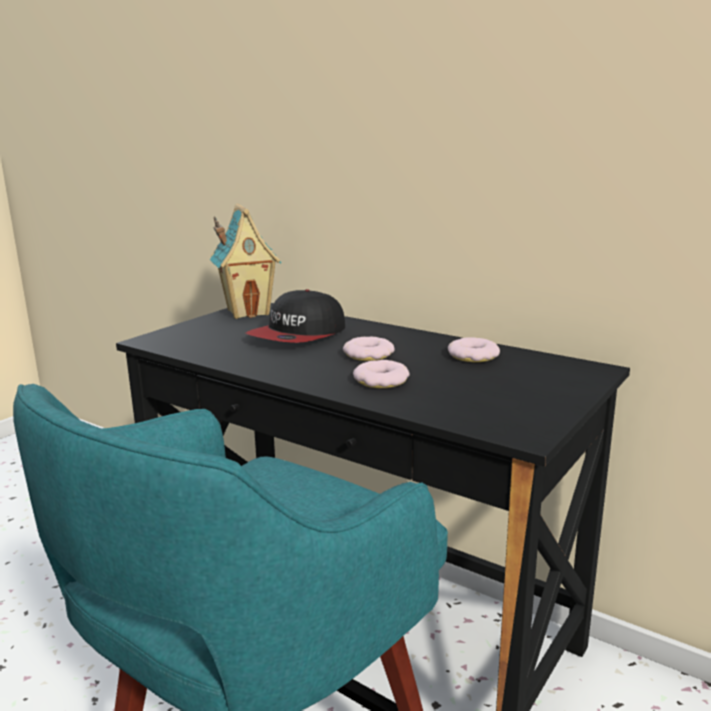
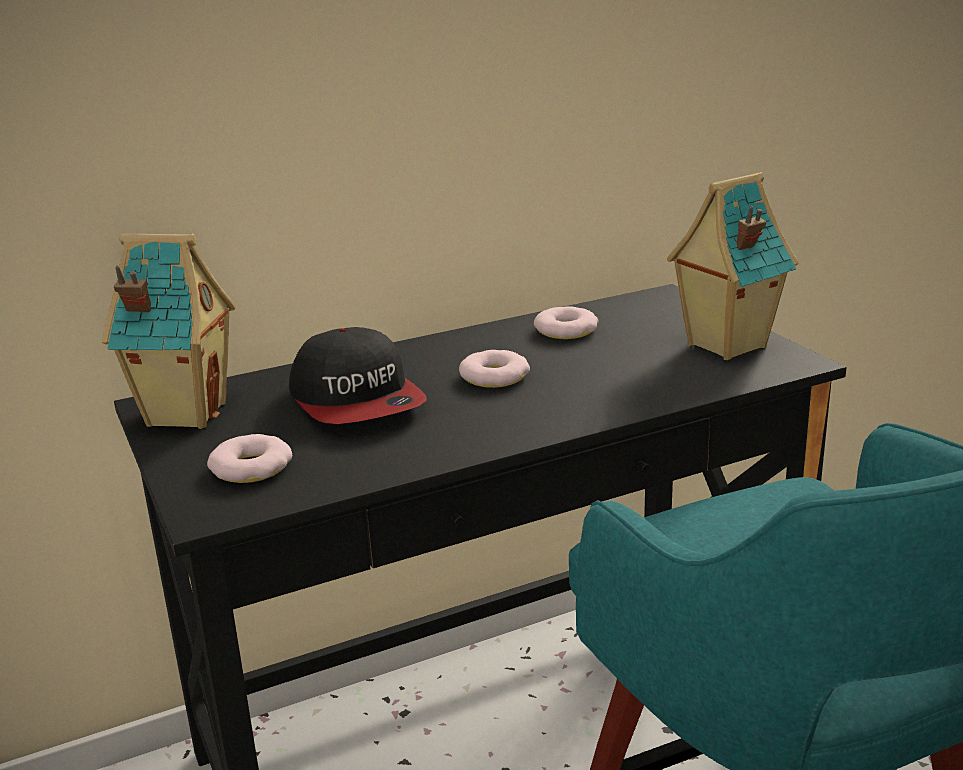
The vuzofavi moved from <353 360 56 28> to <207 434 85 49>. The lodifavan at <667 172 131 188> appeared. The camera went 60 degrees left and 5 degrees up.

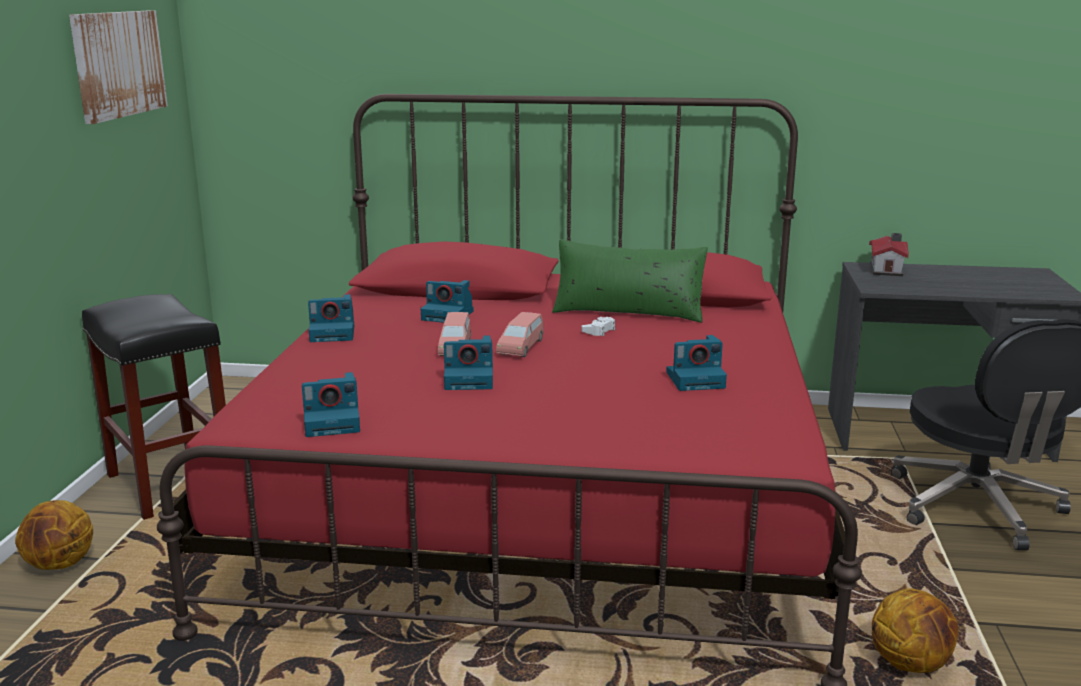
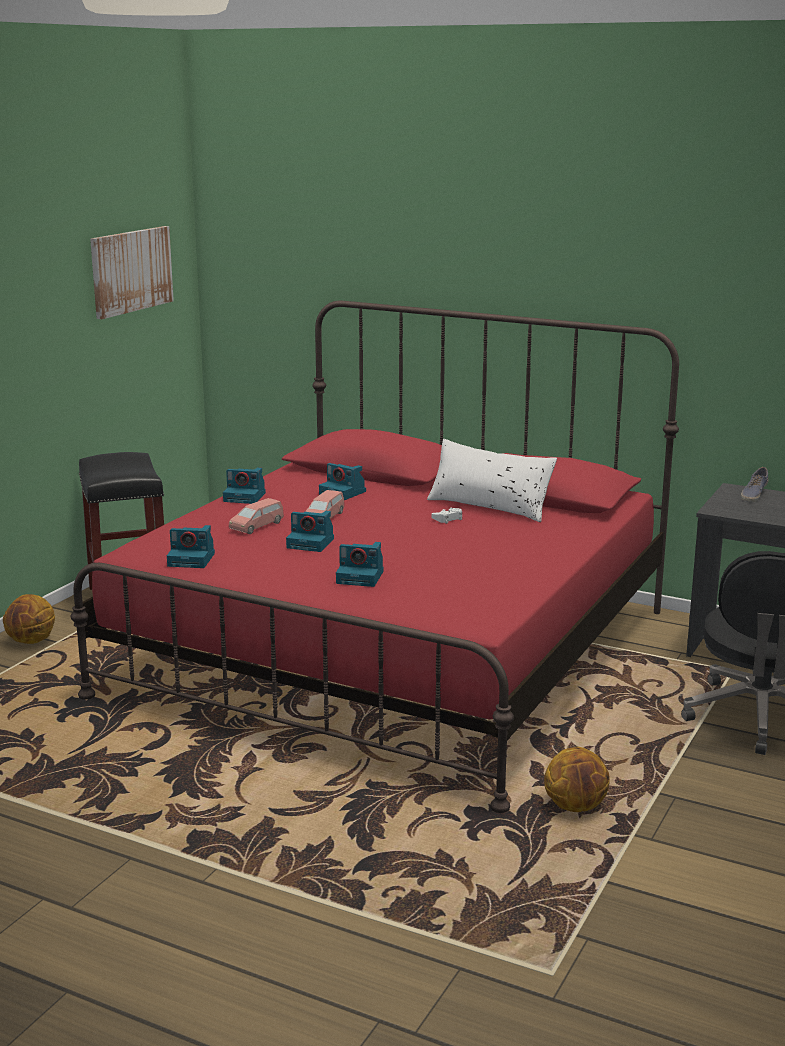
The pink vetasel moved from <496 312 48 45> to <229 498 55 36>. The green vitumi at <552 239 156 84> became the white vitumi at <427 439 130 83>. The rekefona moved from <666 335 61 56> to <336 542 48 45>. The lodifavan at <869 233 40 43> was replaced by the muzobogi at <741 467 28 35>. The camera went 20 degrees right and 0 degrees up.

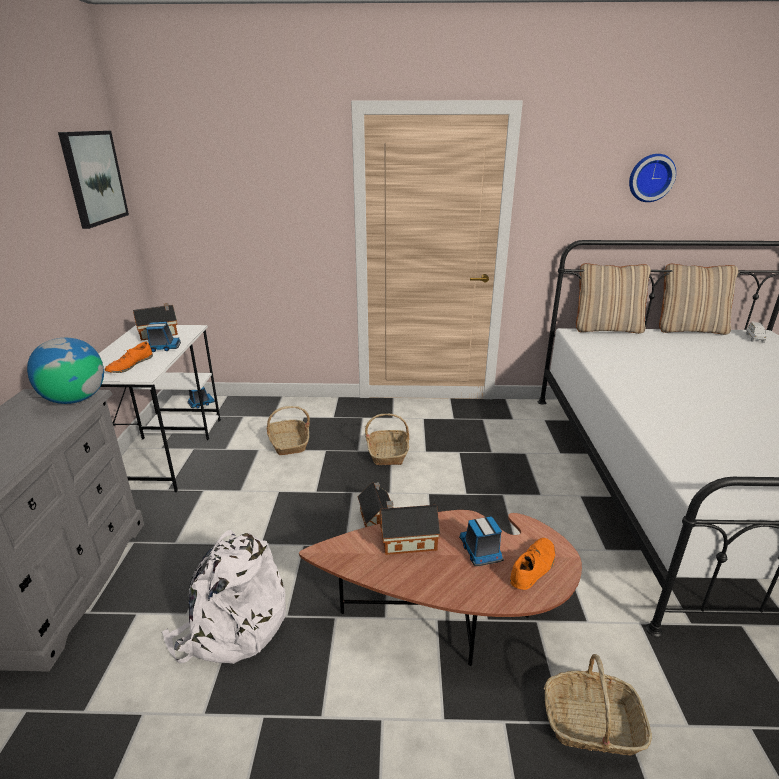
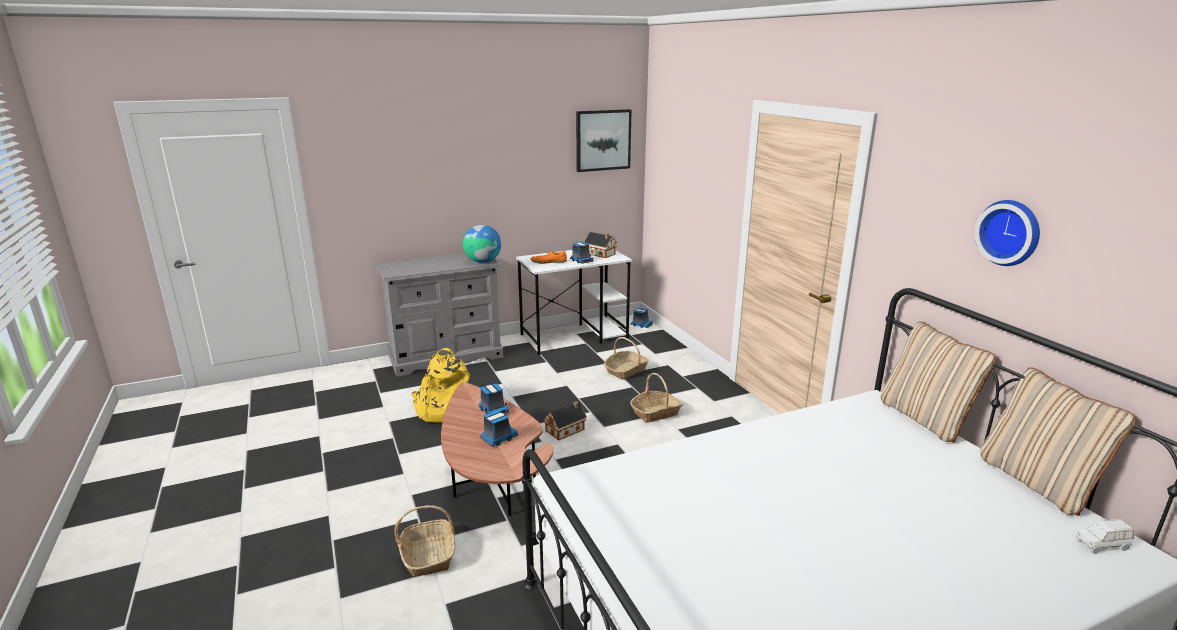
The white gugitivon at <162 530 124 134> became the yellow gugitivon at <411 348 59 75>. The lodifavan at <379 501 61 54> was replaced by the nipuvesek at <478 383 31 32>. The orange muzobogi at <510 538 45 52> disappeared. The camera went 65 degrees right and 5 degrees down.

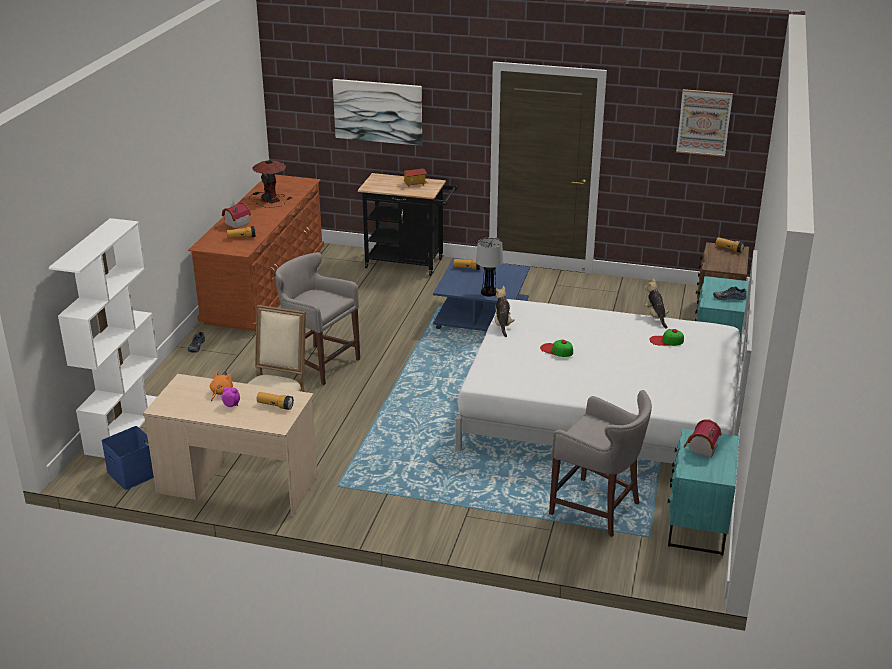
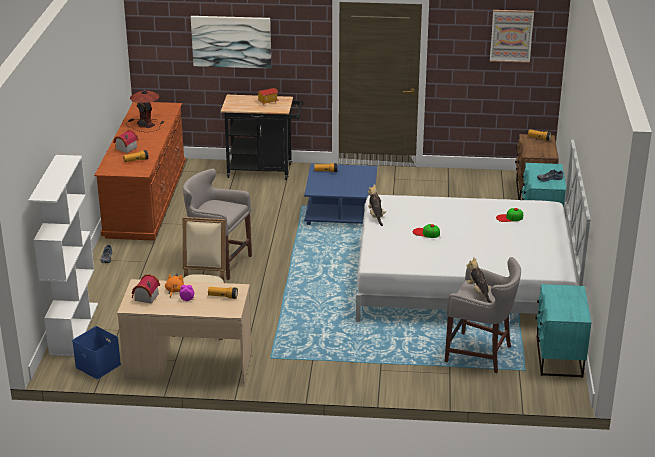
The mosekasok at <476 238 27 59> disappeared. The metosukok moved from <645 278 24 51> to <466 257 26 46>. The lodifavan moved from <684 419 38 39> to <132 274 28 30>. The camera went 10 degrees left and 0 degrees up.

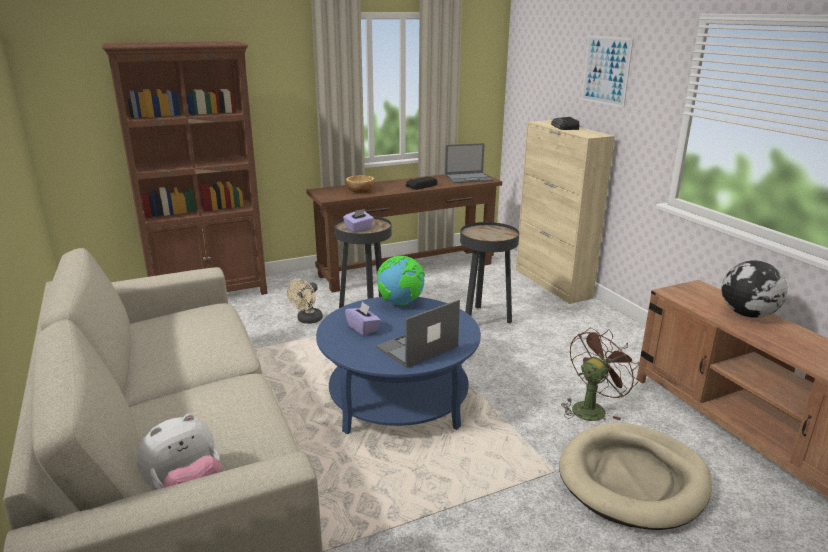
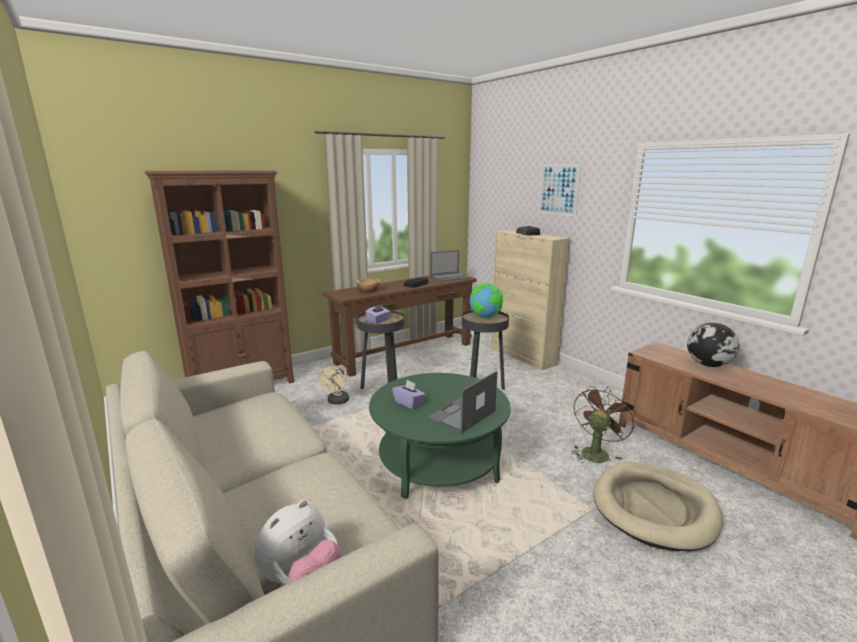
The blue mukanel at <316 297 165 137> became the green mukanel at <369 373 142 126>. The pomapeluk moved from <377 256 48 49> to <470 283 33 35>. The camera went 10 degrees left and 5 degrees down.

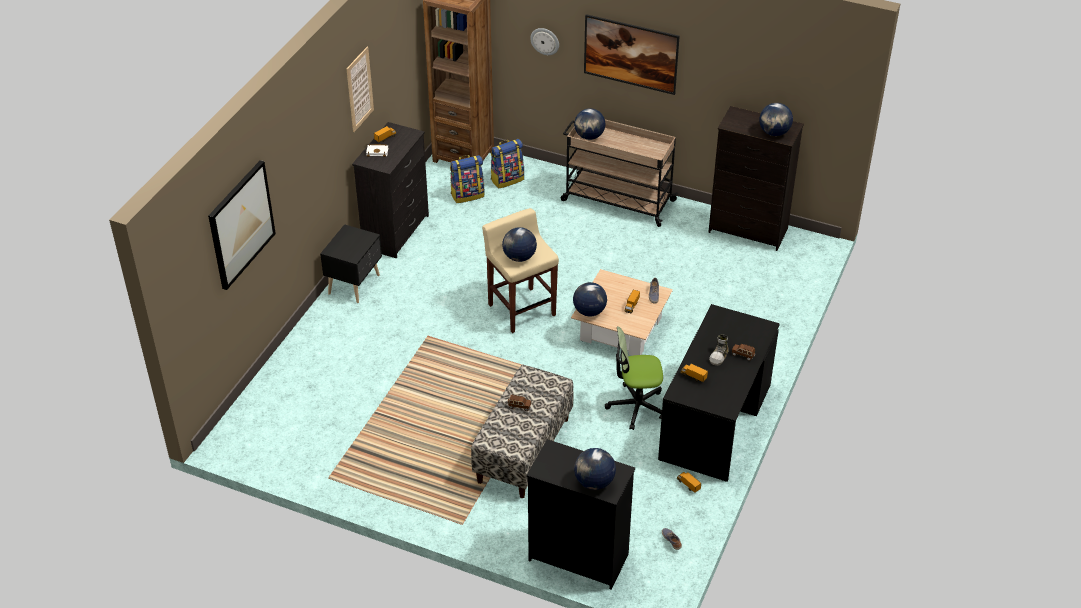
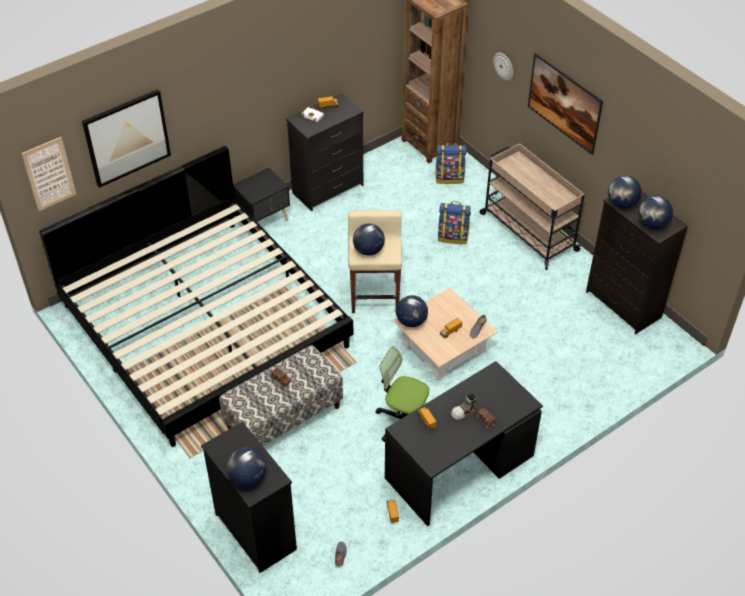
The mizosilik moved from <347 47 27 85> to <21 137 55 74>. The gugitivon moved from <450 155 34 48> to <438 201 33 43>. The pomapeluk moved from <574 108 31 32> to <608 175 34 34>. The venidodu at <39 146 314 301> appeared. The camera went 30 degrees right and 5 degrees up.

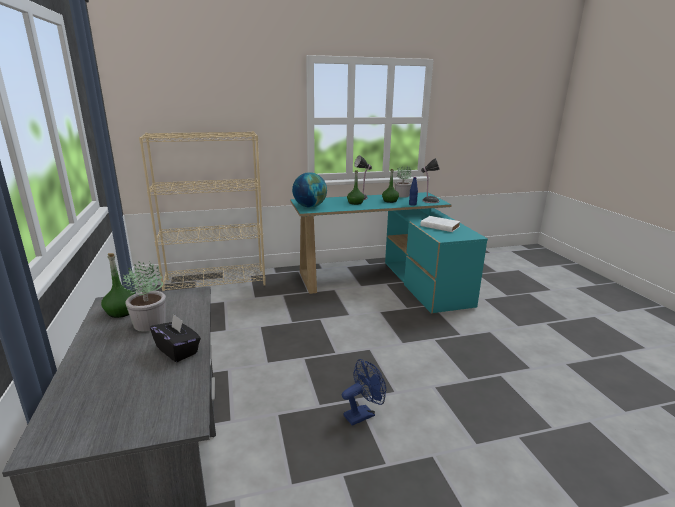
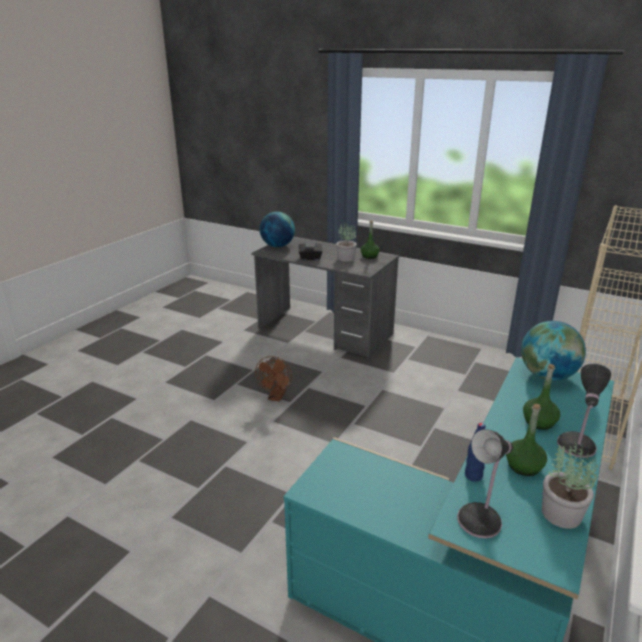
The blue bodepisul at <342 359 44 67> became the brown bodepisul at <255 356 37 46>. The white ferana at <420 216 41 16> disappeared. The pomapeluk at <260 212 35 35> appeared. The camera went 135 degrees right and 5 degrees up.

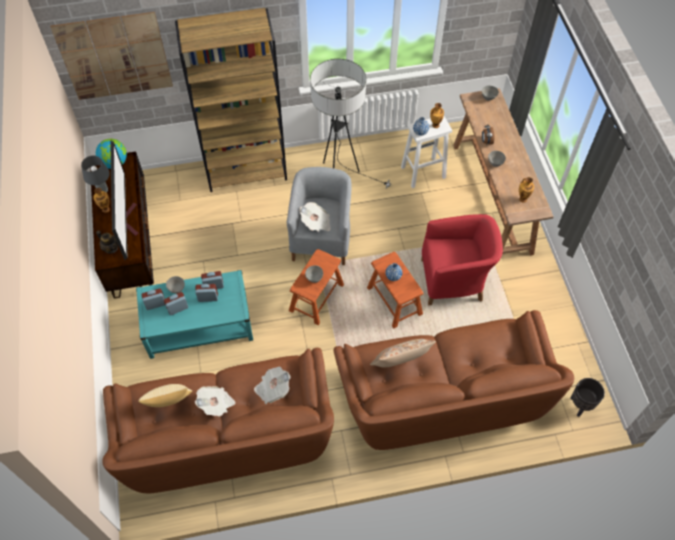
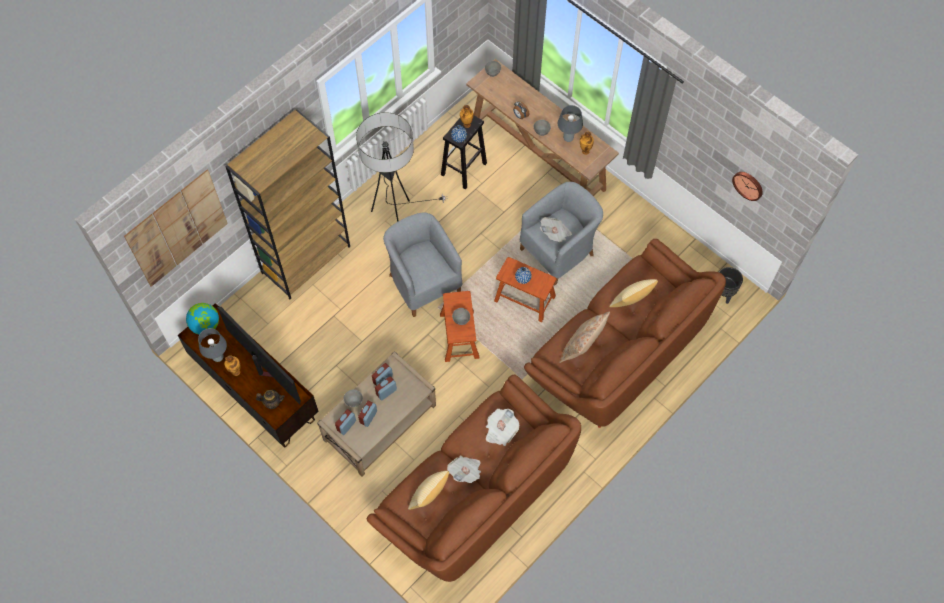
The turquoise mukanel at <136 270 117 89> became the beige mukanel at <317 351 119 126>. The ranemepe moved from <299 202 31 30> to <540 217 32 26>. The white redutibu at <401 117 51 71> became the black redutibu at <441 116 46 74>. The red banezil at <421 214 82 91> became the grey banezil at <520 182 83 103>. The grey mosekasok at <558 105 25 37> appeared. The vitumi at <609 279 49 28> appeared. The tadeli at <732 172 31 29> appeared. The camera went 35 degrees left and 5 degrees up.

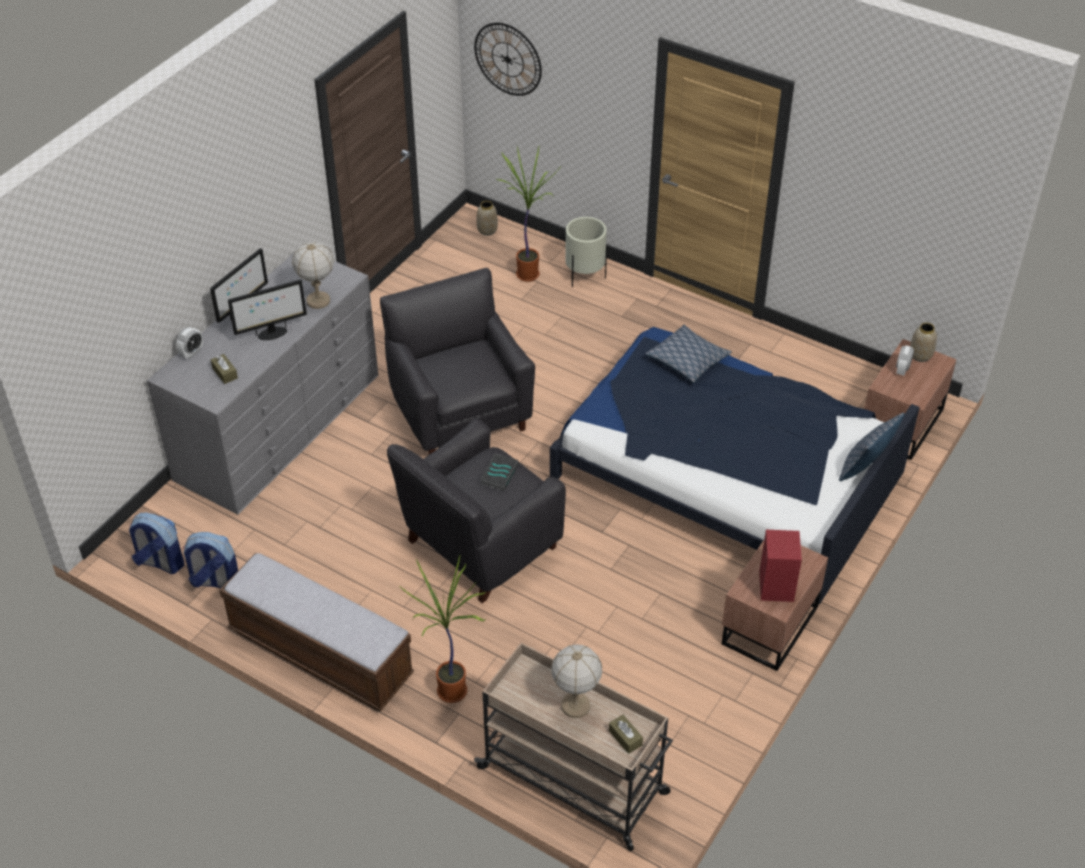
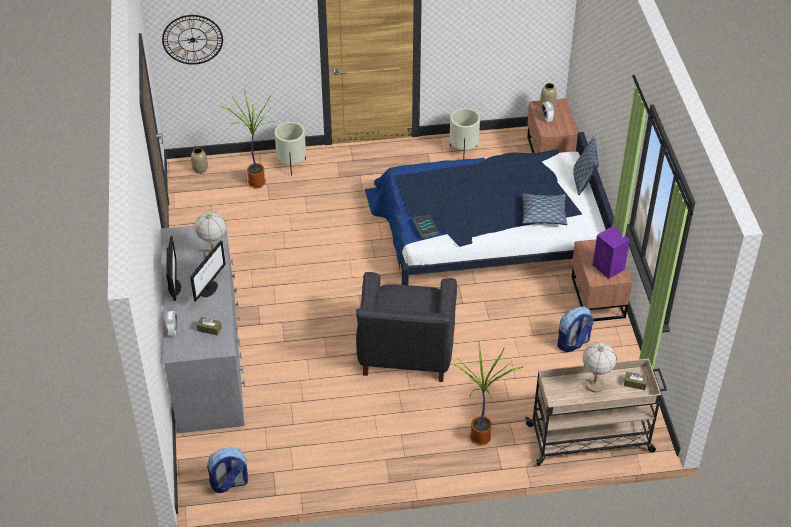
The gugitivon moved from <183 532 55 56> to <557 306 36 46>. The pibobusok at <219 553 195 158> disappeared. The black banezil at <380 268 155 187> disappeared. The ferana moved from <480 453 39 38> to <413 214 25 24>. The vitumi moved from <646 325 86 58> to <522 193 46 32>. The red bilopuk at <759 530 43 72> became the purple bilopuk at <593 226 37 53>. The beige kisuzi at <450 108 30 51> appeared. The camera went 40 degrees left and 0 degrees up.

